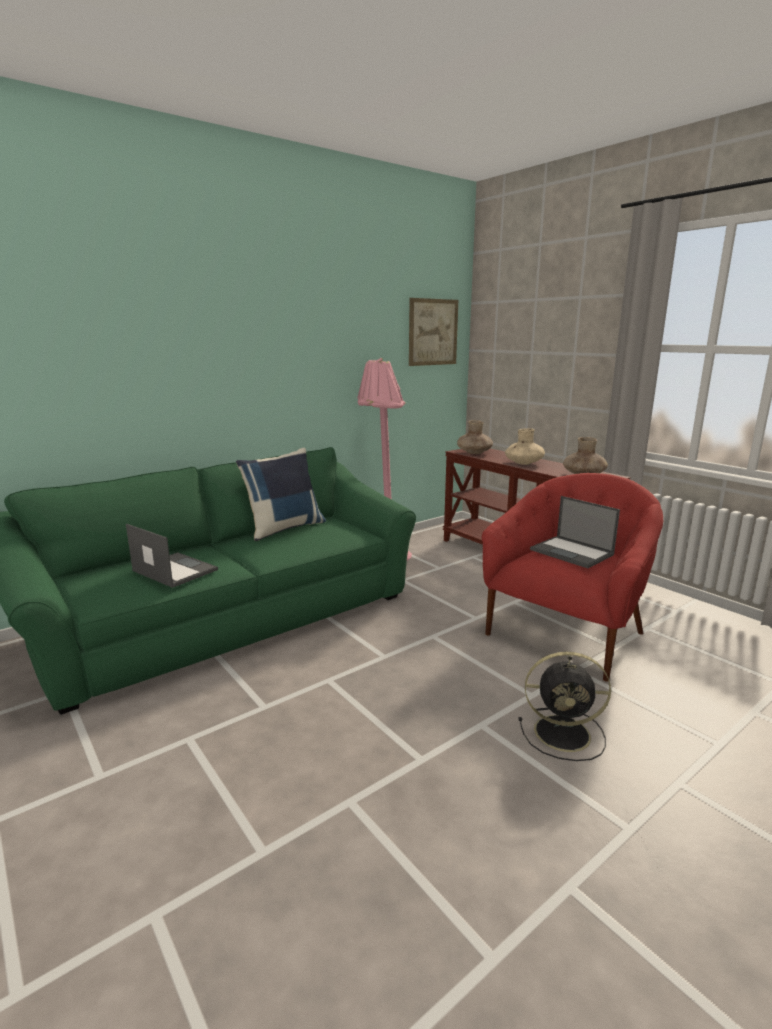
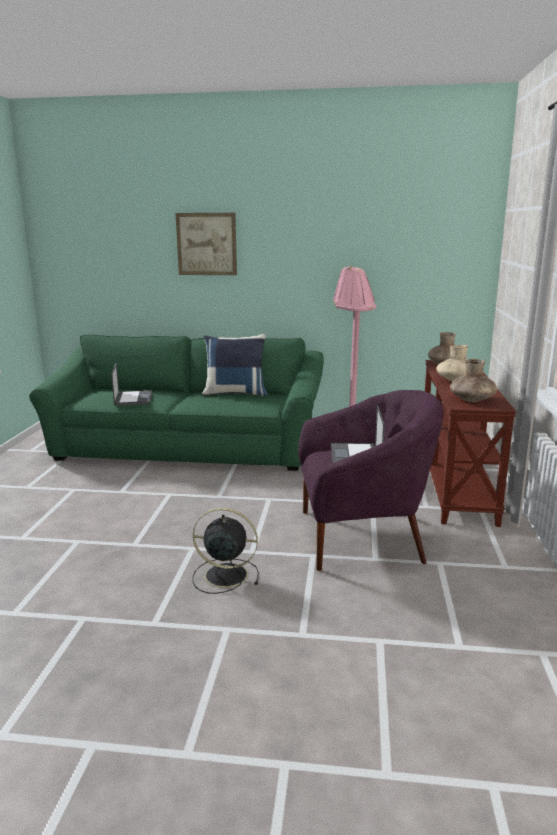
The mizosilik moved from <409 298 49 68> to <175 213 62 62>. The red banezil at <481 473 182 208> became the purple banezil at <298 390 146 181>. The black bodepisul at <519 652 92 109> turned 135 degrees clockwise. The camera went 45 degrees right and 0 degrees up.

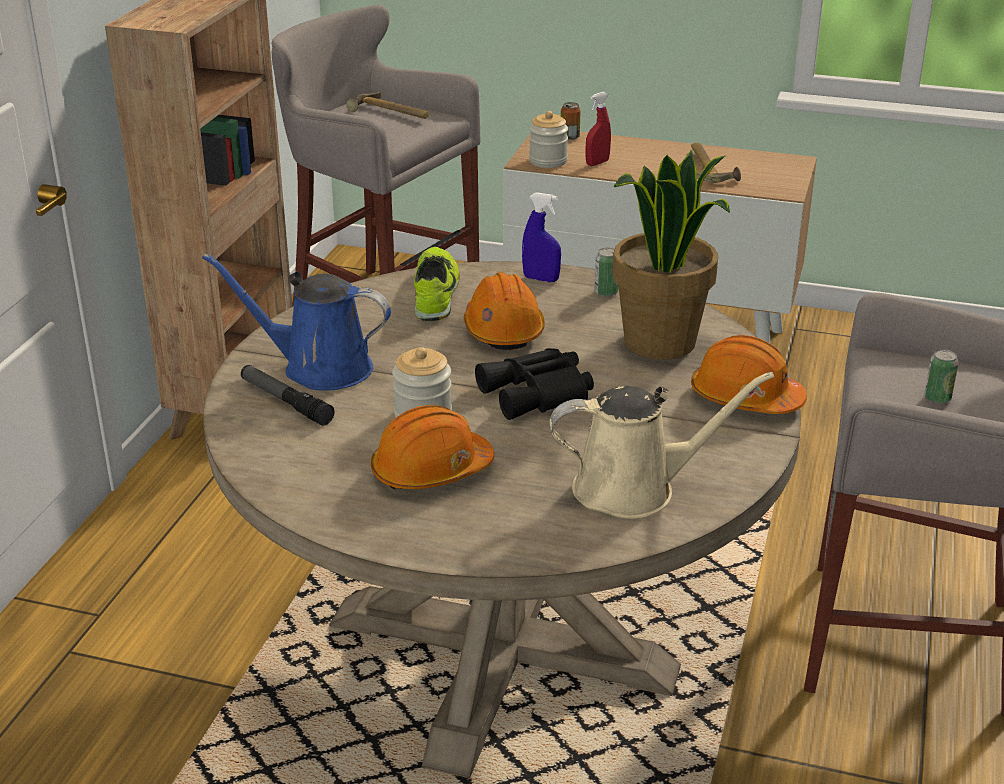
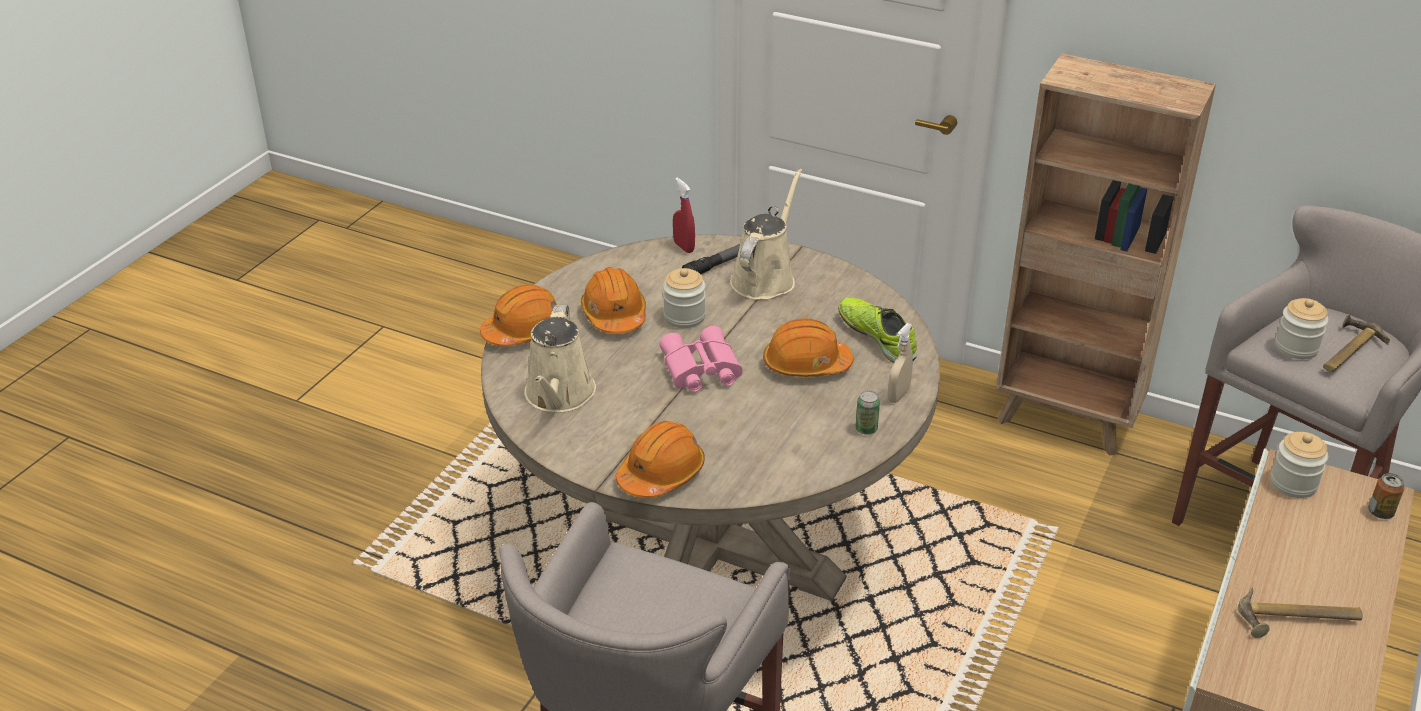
The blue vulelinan at <202 254 189 137> became the beige vulelinan at <730 169 72 131>. The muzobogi at <414 247 46 74> turned 135 degrees counterclockwise. The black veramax at <475 348 119 72> became the pink veramax at <659 326 84 66>. The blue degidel at <522 192 39 90> became the beige degidel at <888 323 25 80>. The red degidel moved from <586 92 25 74> to <673 178 22 75>. The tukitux at <612 150 118 210> disappeared. The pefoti at <924 349 35 55> disappeared. The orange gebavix at <480 284 77 62> appeared. The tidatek at <1275 298 54 61> appeared. The camera went 100 degrees right and 5 degrees up.

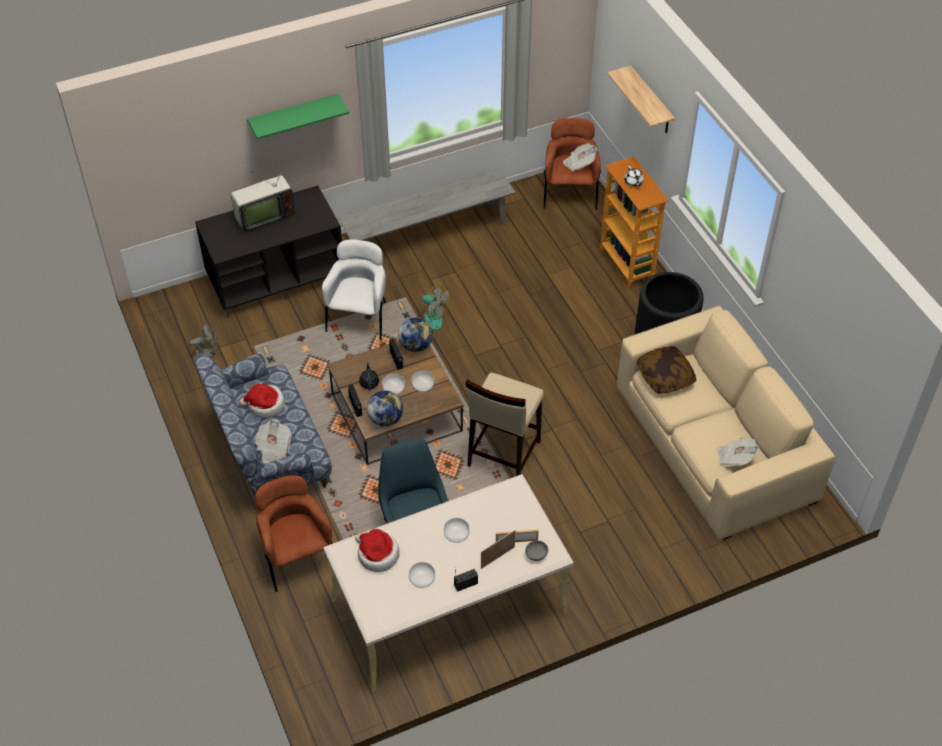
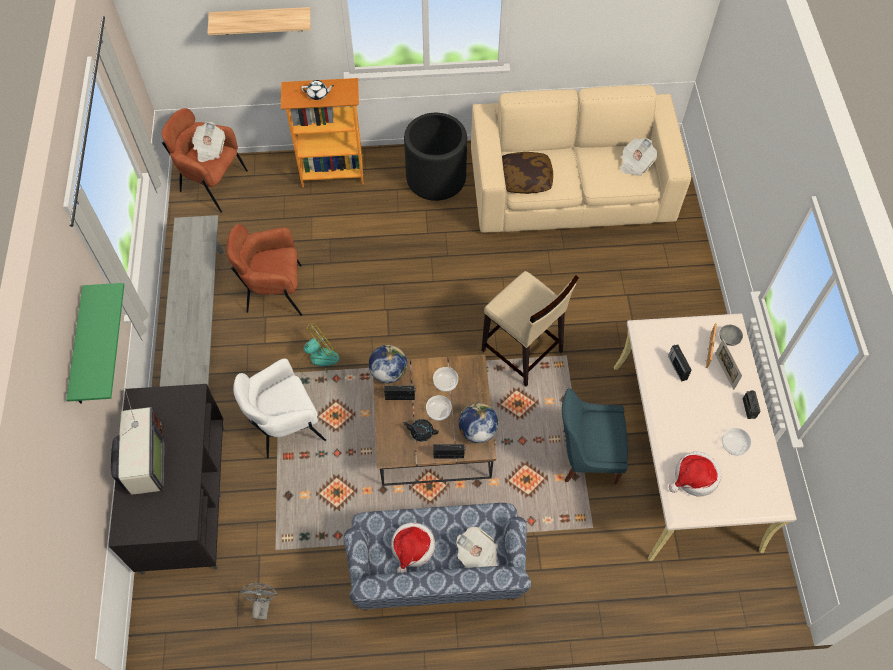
The brown banezil moved from <255 475 77 117> to <227 224 75 92>. The white banezil at <322 239 64 101> turned 60 degrees counterclockwise. The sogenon at <444 518 26 25> disappeared. The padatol at <668 345 24 37> appeared. The camera went 70 degrees left and 10 degrees up.

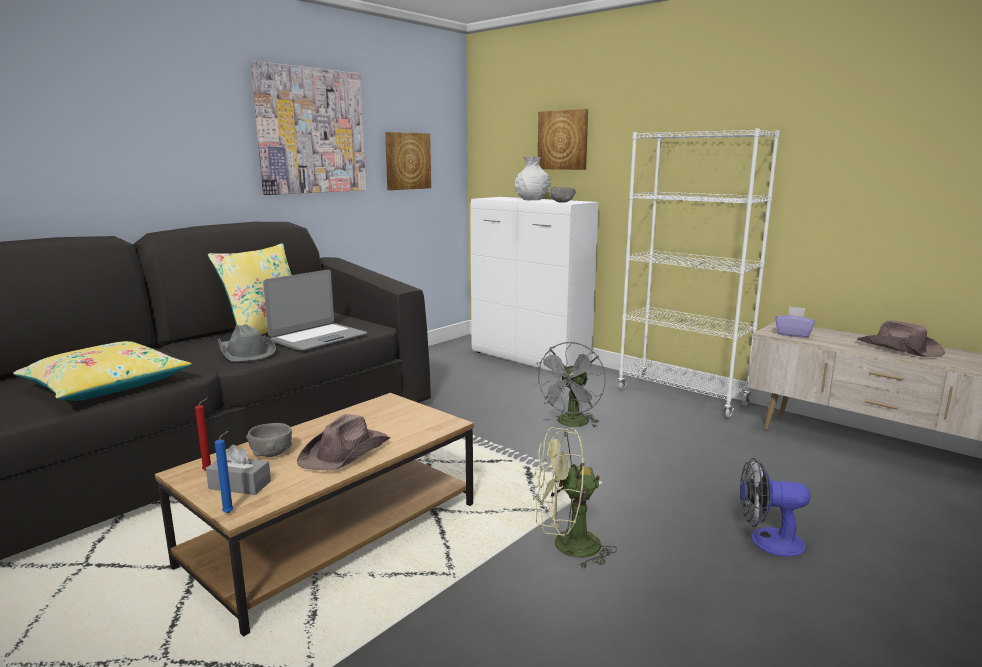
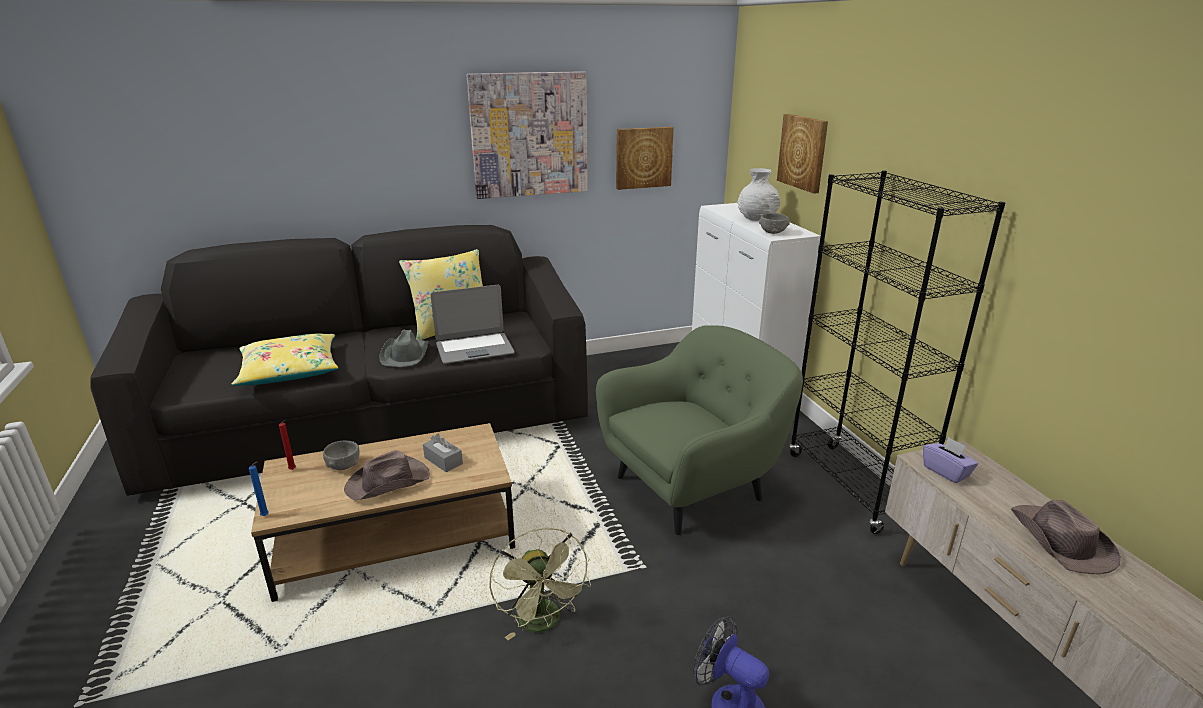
The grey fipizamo moved from <206 445 65 50> to <423 434 40 38>. The green bodepisul at <533 427 84 143> turned 135 degrees counterclockwise. The grey bodepisul at <535 342 71 86> was replaced by the green banezil at <596 325 207 210>. The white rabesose at <618 128 162 290> became the black rabesose at <789 170 216 364>. The camera went 30 degrees right and 10 degrees up.

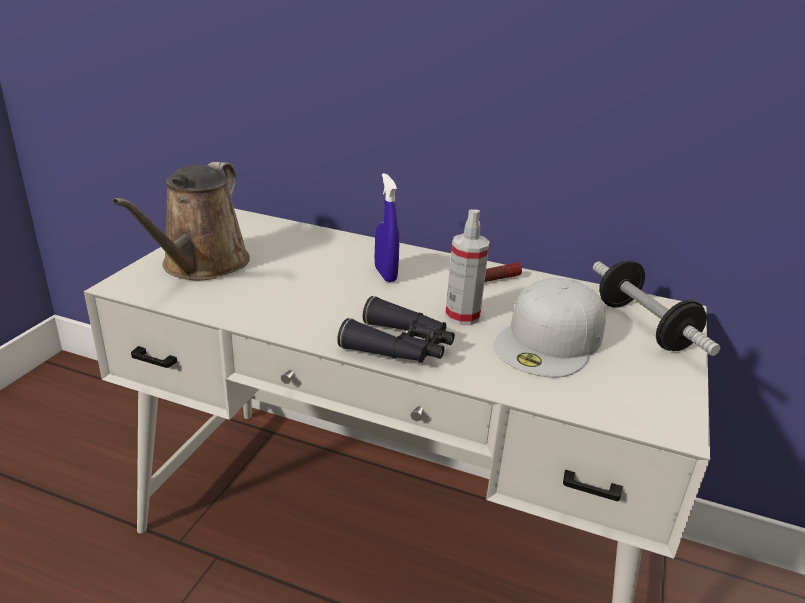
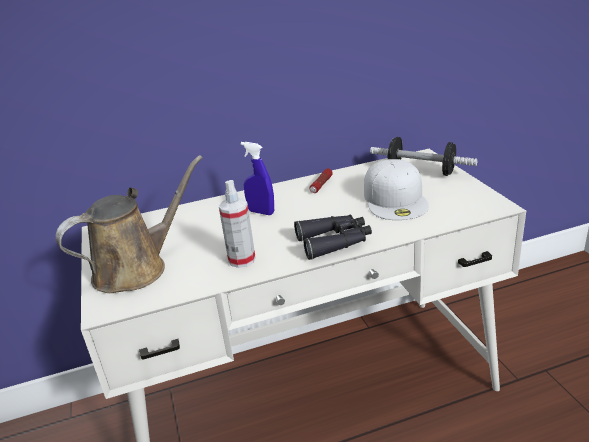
The brown vulelinan at <112 162 138 118> turned 105 degrees counterclockwise. The degidel moved from <445 209 45 116> to <219 180 37 88>. The camera went 35 degrees left and 0 degrees up.

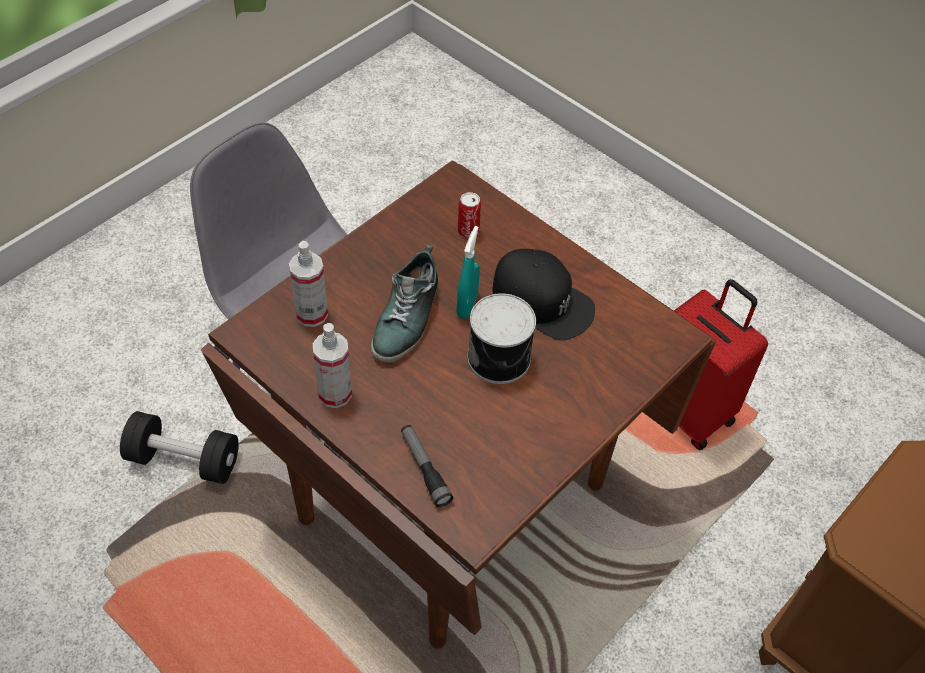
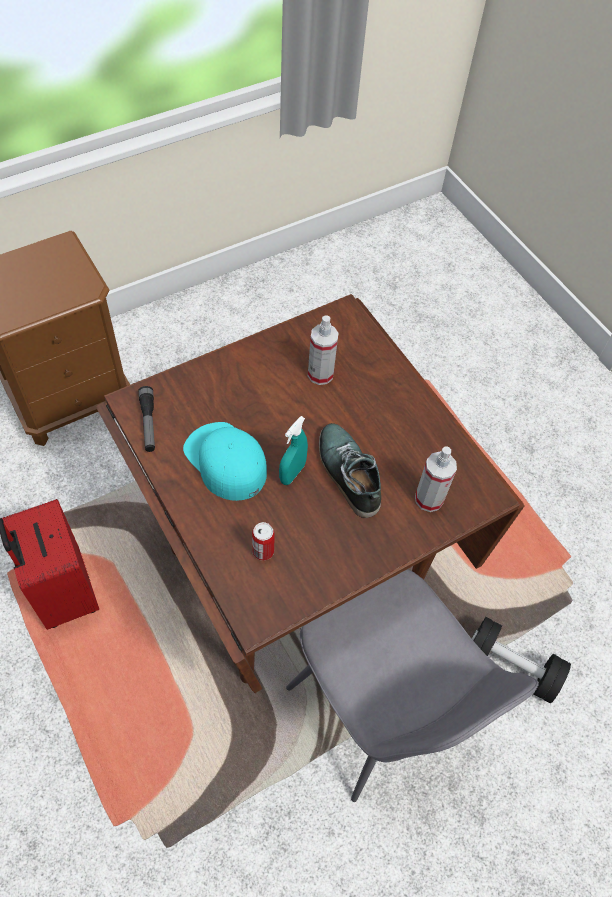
The degidel moved from <313 323 39 85> to <308 315 31 70>. The muzobogi at <371 244 67 119> turned 60 degrees counterclockwise. The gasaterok moved from <401 425 52 82> to <139 386 16 66>. The pefoti at <467 293 69 91> disappeared. The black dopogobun at <492 249 103 91> became the turquoise dopogobun at <183 422 84 79>. The camera went 165 degrees left and 5 degrees up.

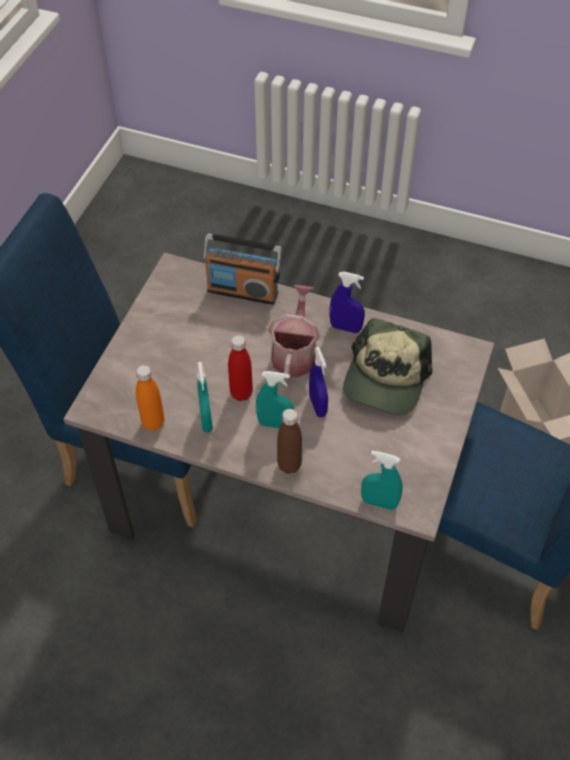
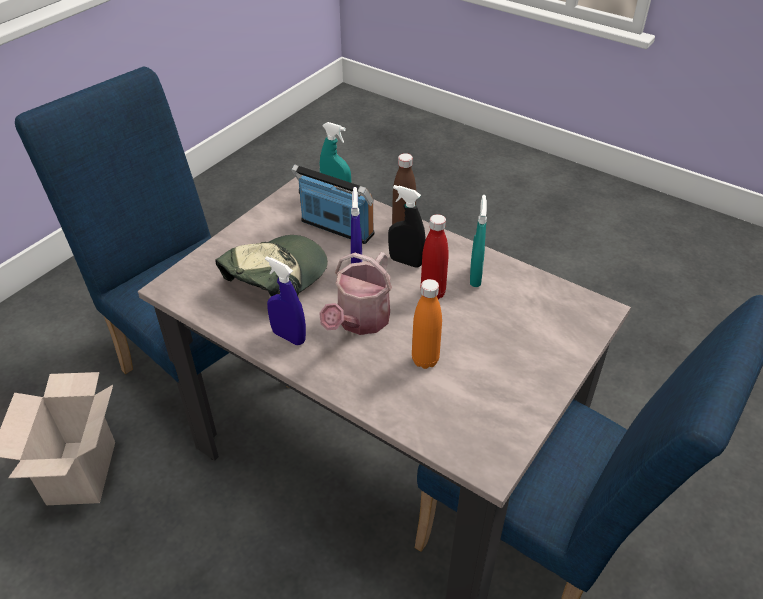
The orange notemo moved from <136 365 28 66> to <412 279 30 90>. The padatol moved from <203 233 79 72> to <291 164 83 80>. The turquoise degidel at <256 371 38 57> became the black degidel at <388 185 38 83>. The camera went 165 degrees left and 10 degrees down.

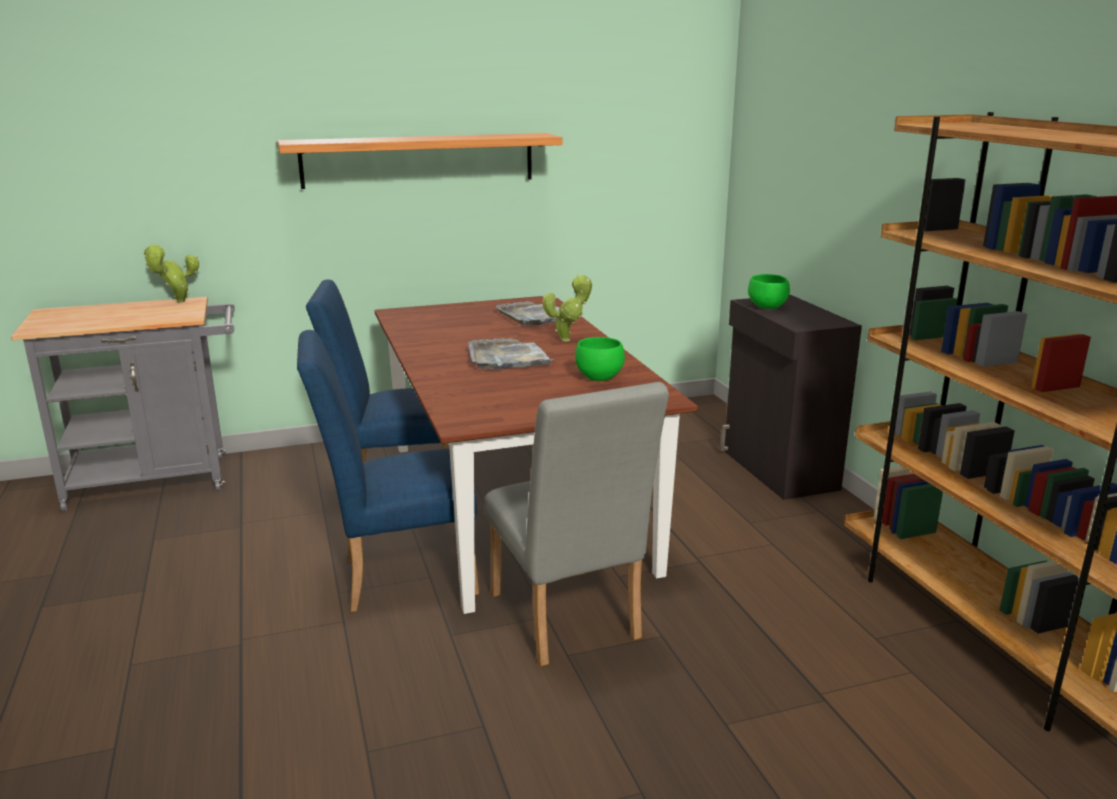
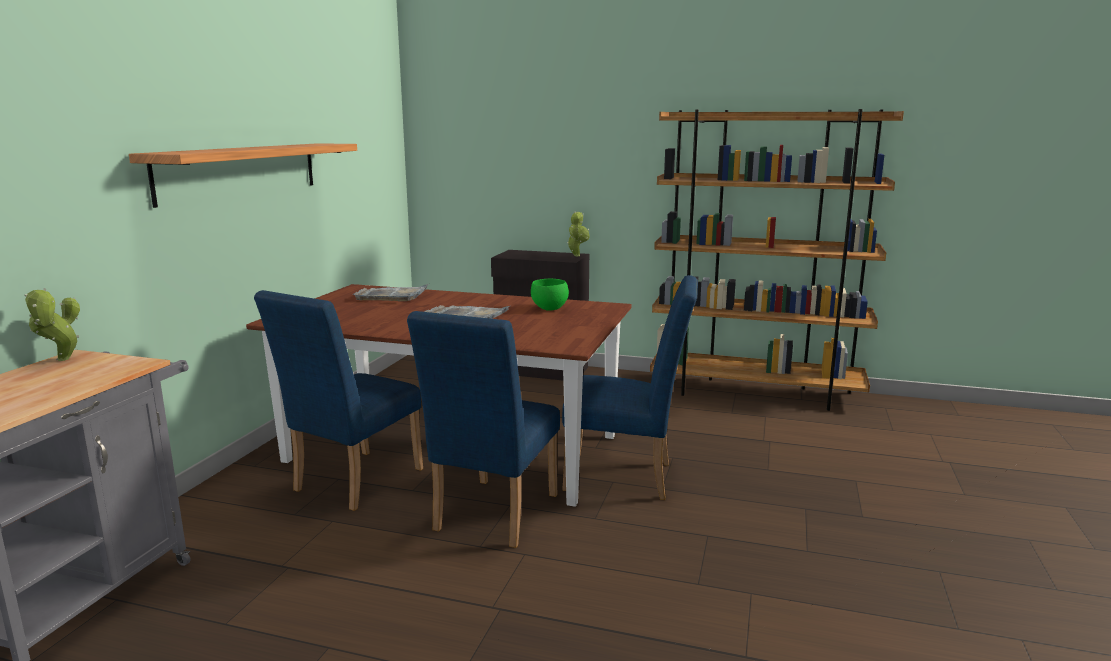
The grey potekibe at <485 382 184 285> became the blue potekibe at <562 275 136 225>. The tukitux moved from <542 274 50 67> to <567 212 23 44>. The green sogenon at <748 274 42 35> disappeared. The camera went 55 degrees left and 5 degrees down.

